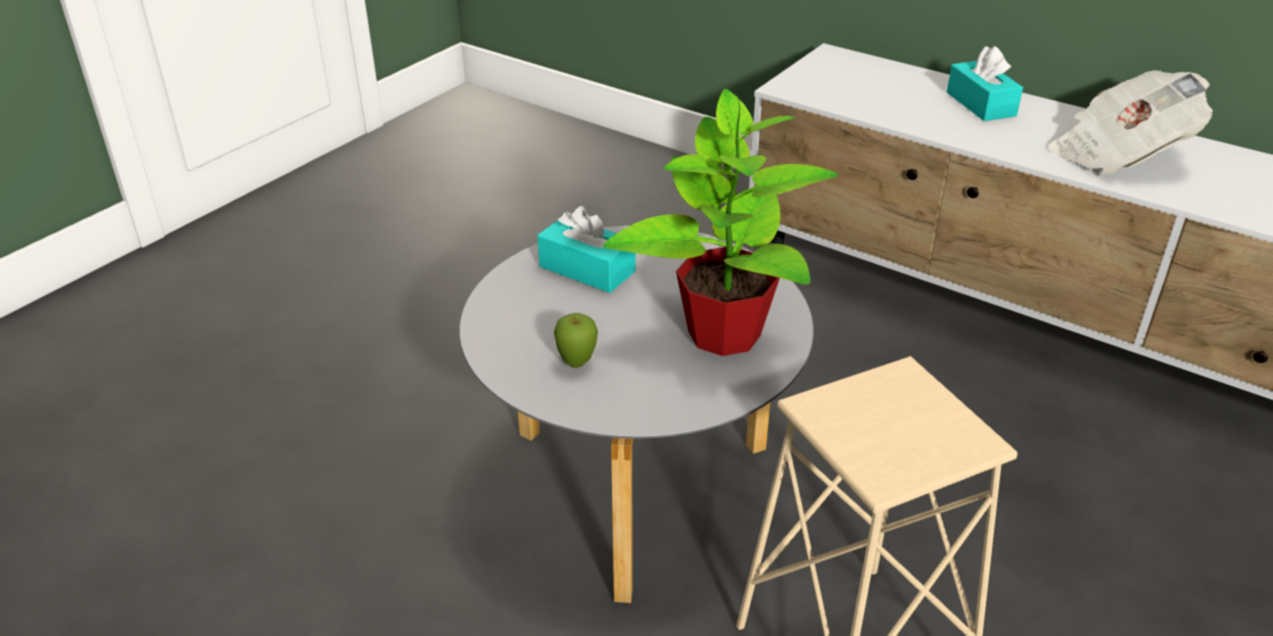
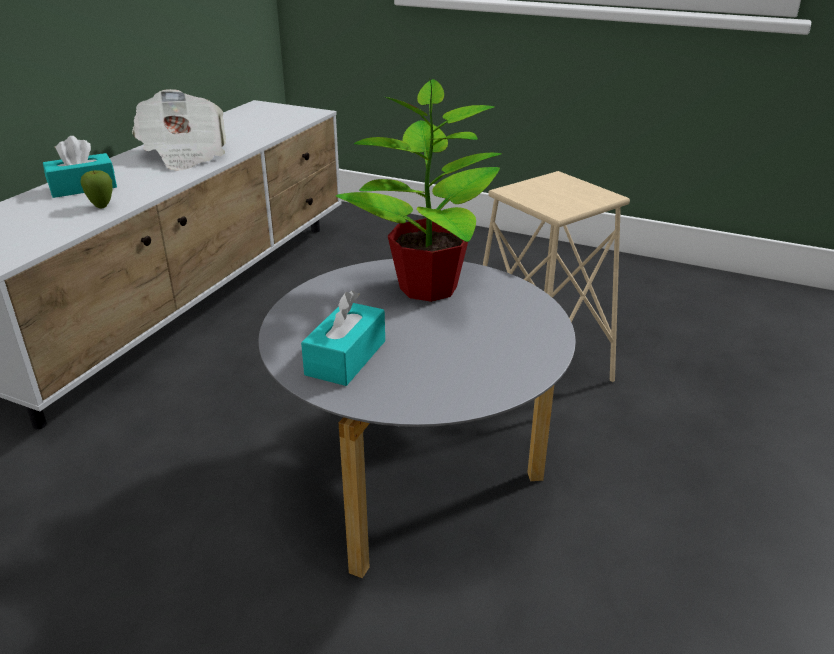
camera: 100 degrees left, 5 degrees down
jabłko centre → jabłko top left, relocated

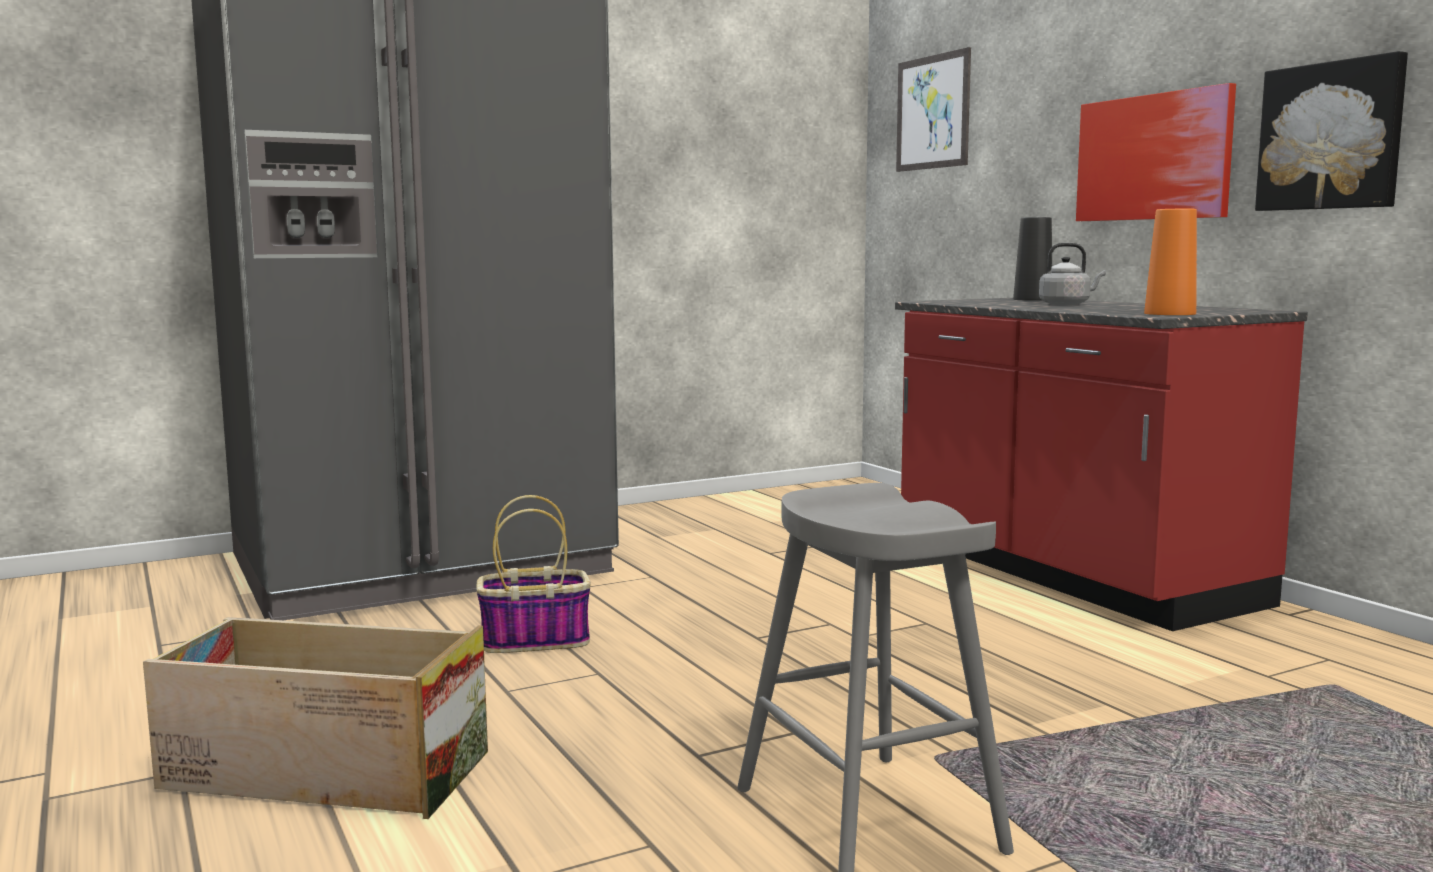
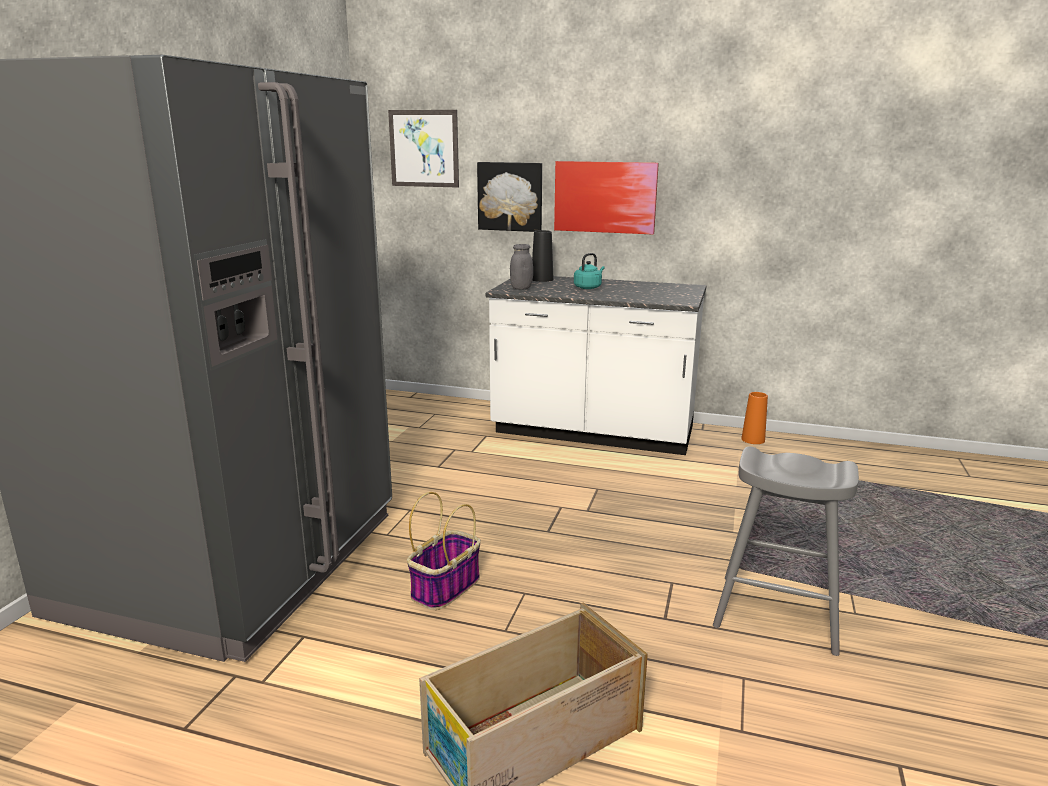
camera: 45 degrees left, 10 degrees up
obraz (no. 3 from left in the first image) top right → obraz (no. 2 from left) top centre, relocated
zabudowa kuchenna [czerwony] middle right → zabudowa kuchenna [biały] centre
- → słoik [szary] centre
czajnik [szary] top right → czajnik [turkusowy] centre
wazon [pomarańczowy] top right → wazon [pomarańczowy] middle right, relocated

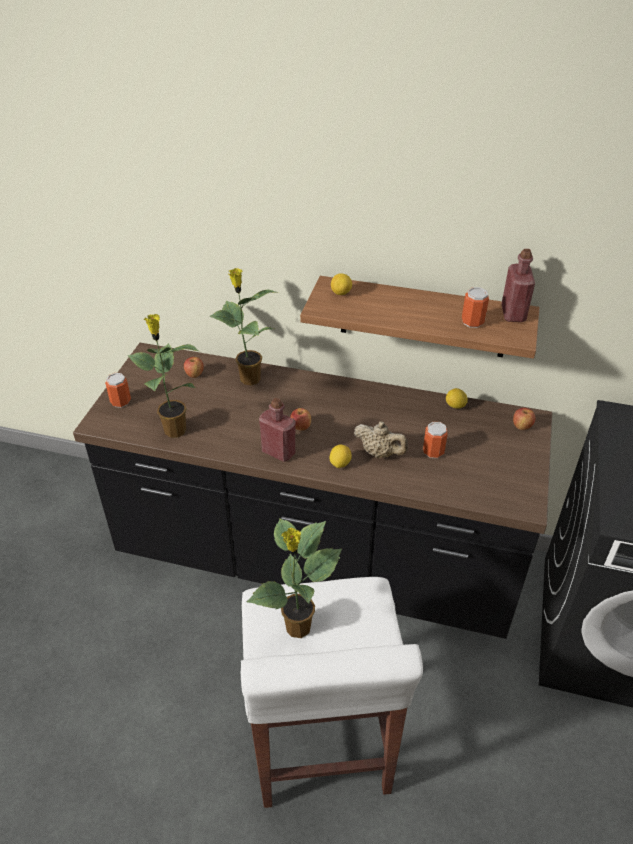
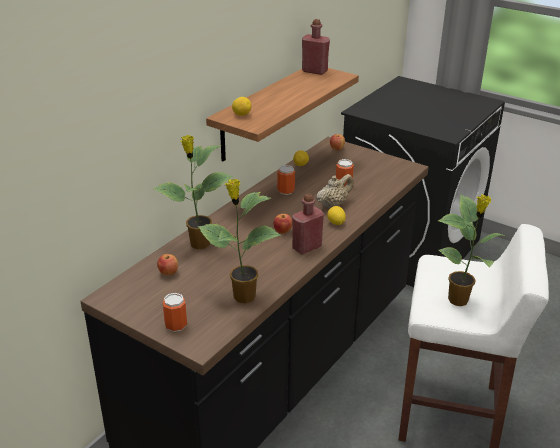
camera: 70 degrees left, 10 degrees down
puszka (no. 3 from left in the first image) middle right → puszka (no. 2 from left) centre, relocated

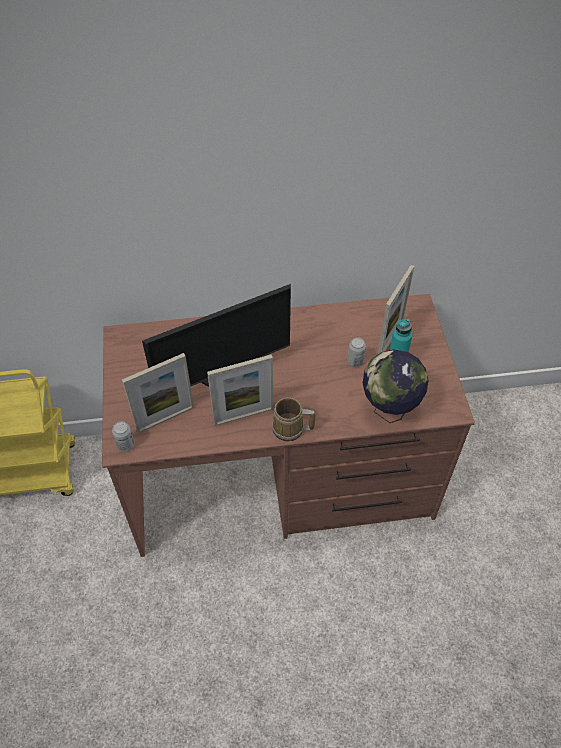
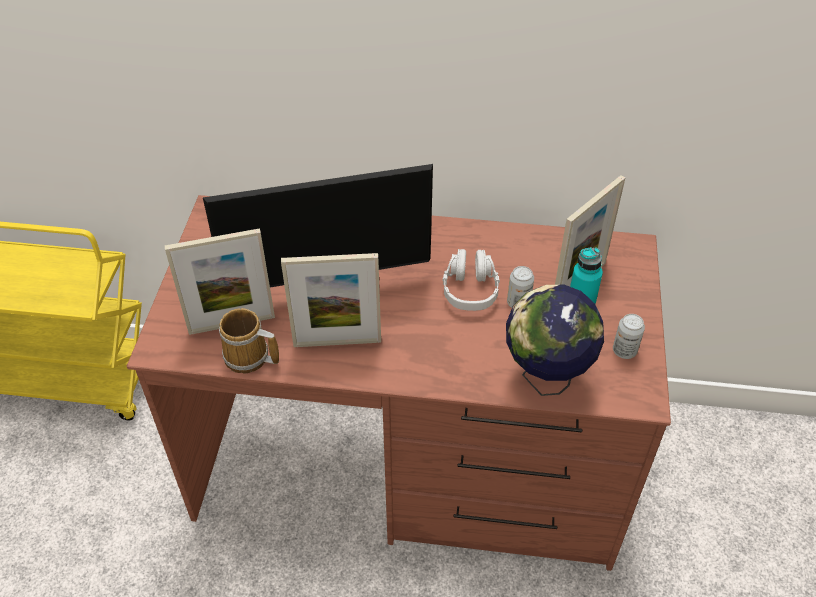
camera: 15 degrees right, 5 degrees down
kubek centre → kubek middle left, relocated
- → słuchawki [szary] centre
puszka (no. 1 from left in the first image) middle left → puszka (no. 2 from left) middle right, relocated

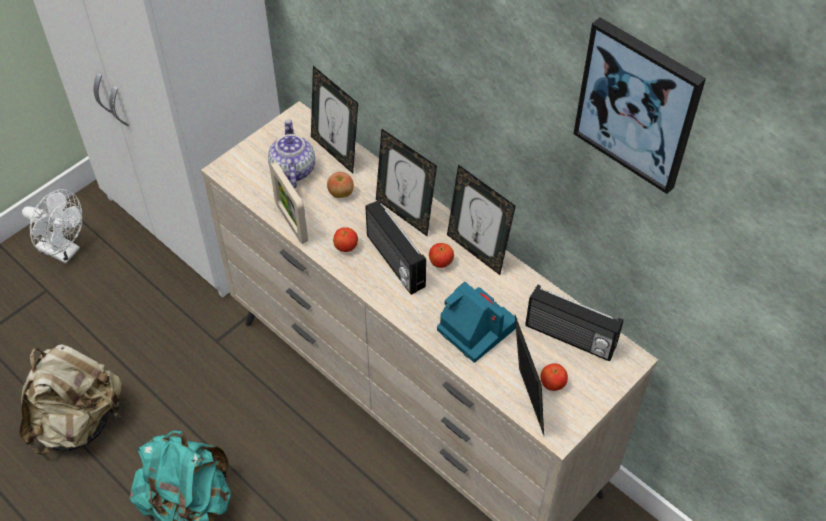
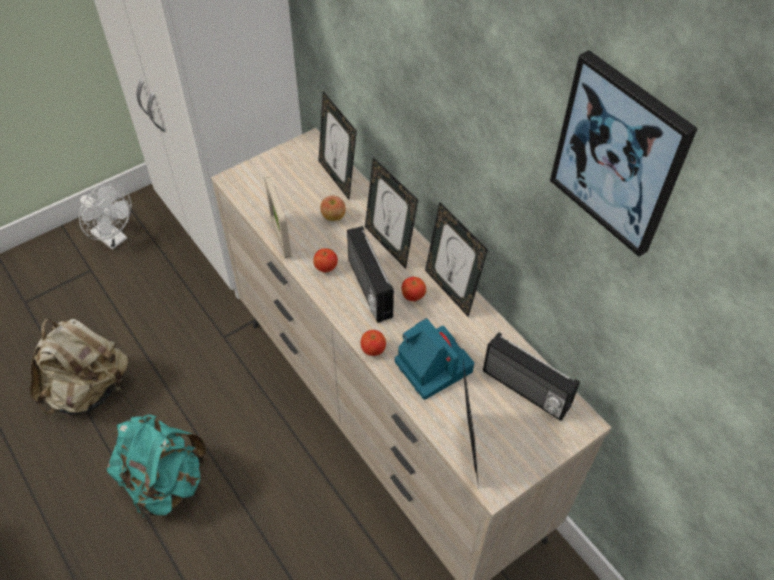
camera: 10 degrees right, 0 degrees up
jabłko (no. 4 from left in the first image) bottom right → jabłko (no. 3 from left) centre, relocated
imbryk top centre → -

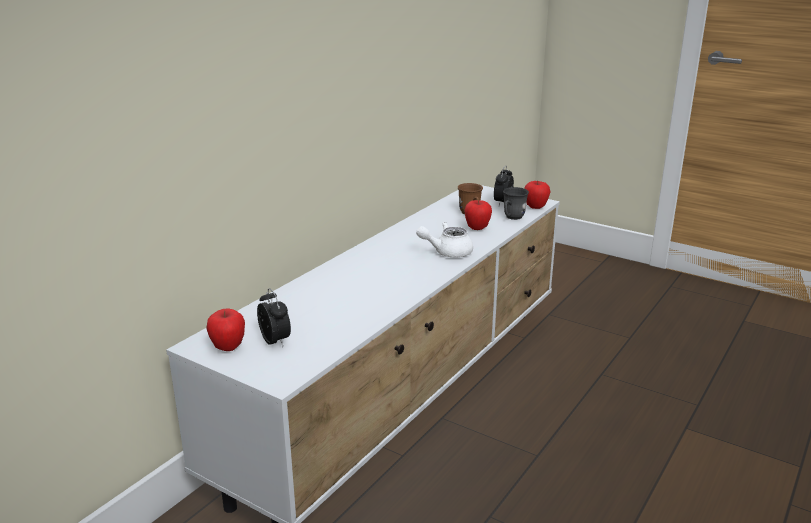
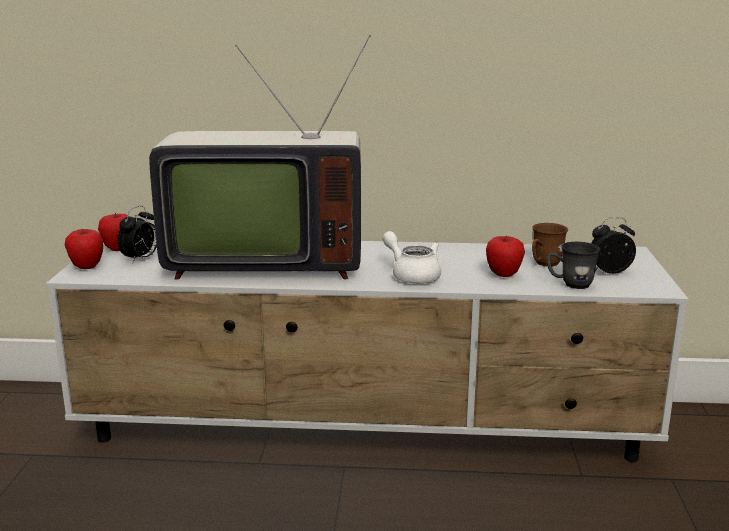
camera: 60 degrees right, 5 degrees down
jabłko (no. 3 from left in the first image) centre → jabłko (no. 1 from left) middle left, relocated
- → telewizor top centre

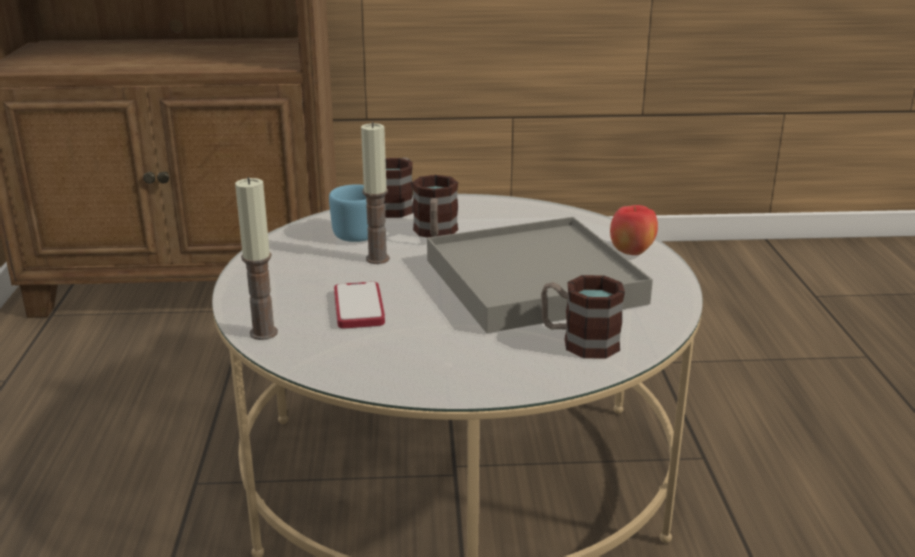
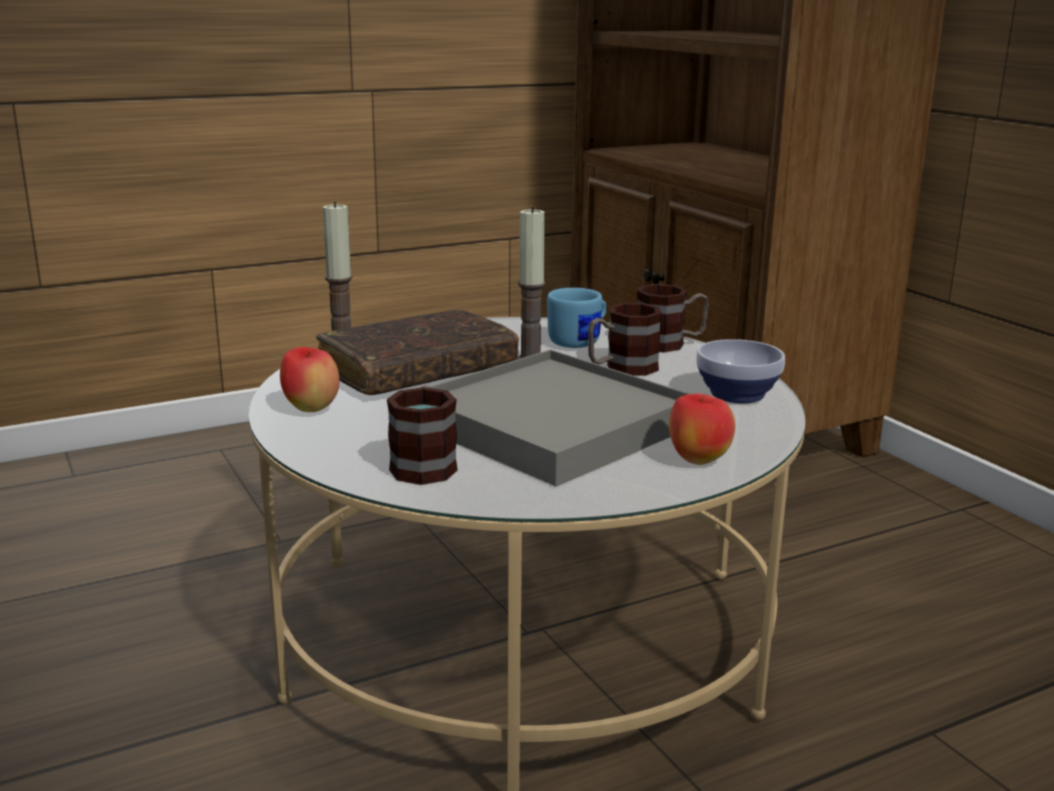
camera: 65 degrees right, 5 degrees down
- → jabłko (no. 1 from left) middle left
telefon centre → książka [brązowy] centre
- → miska middle right

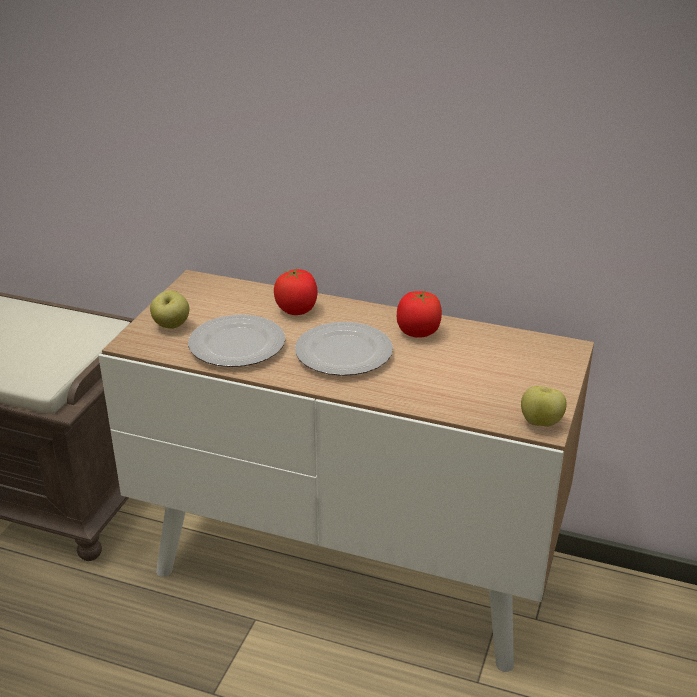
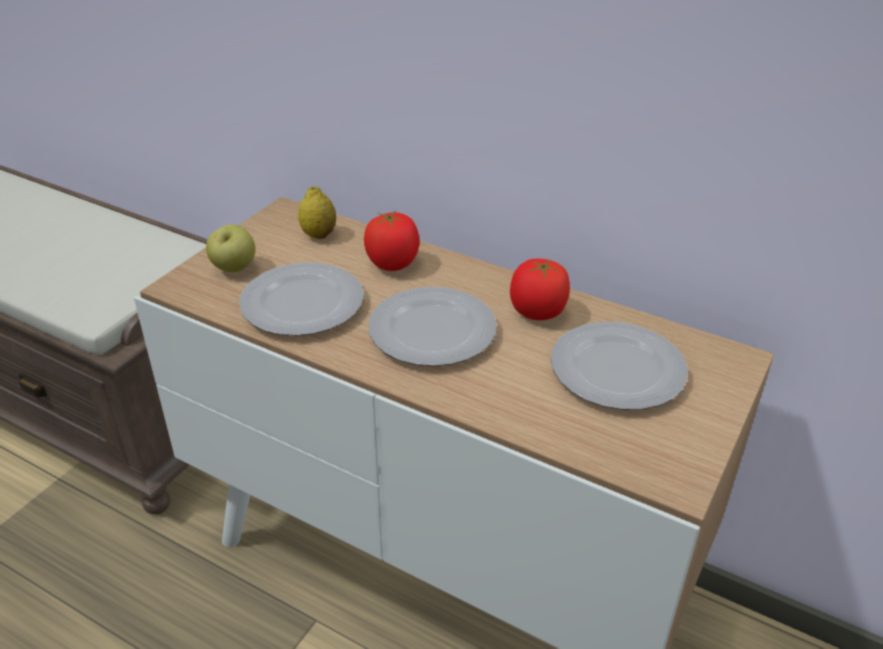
camera: 10 degrees right, 5 degrees up
- → cytryna top centre
- → talerz (no. 3 from left) middle right
jabłko (no. 2 from left) middle right → -

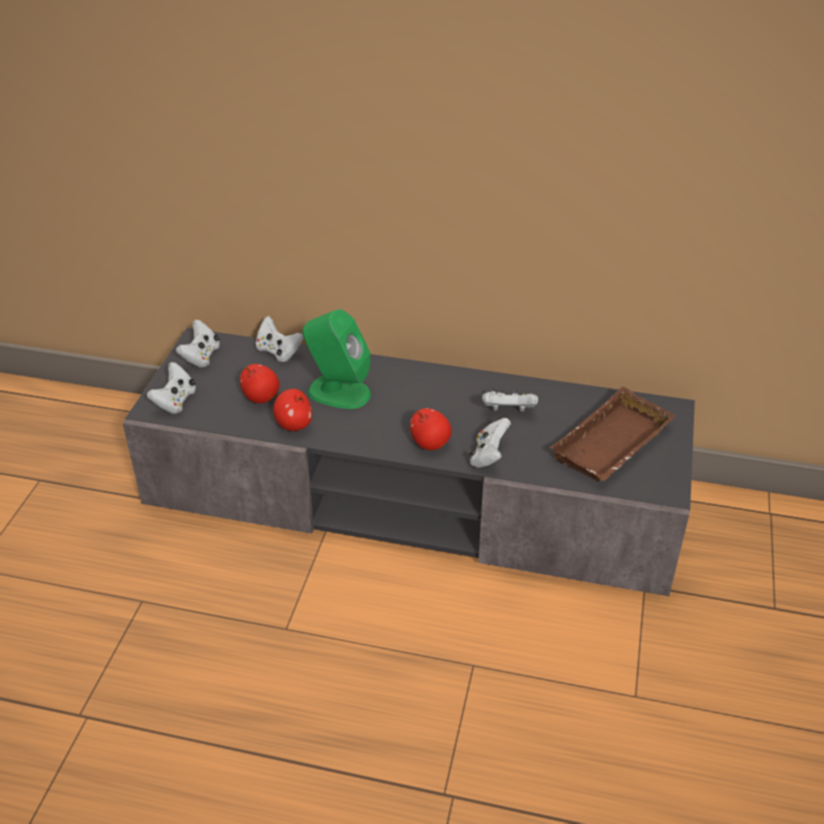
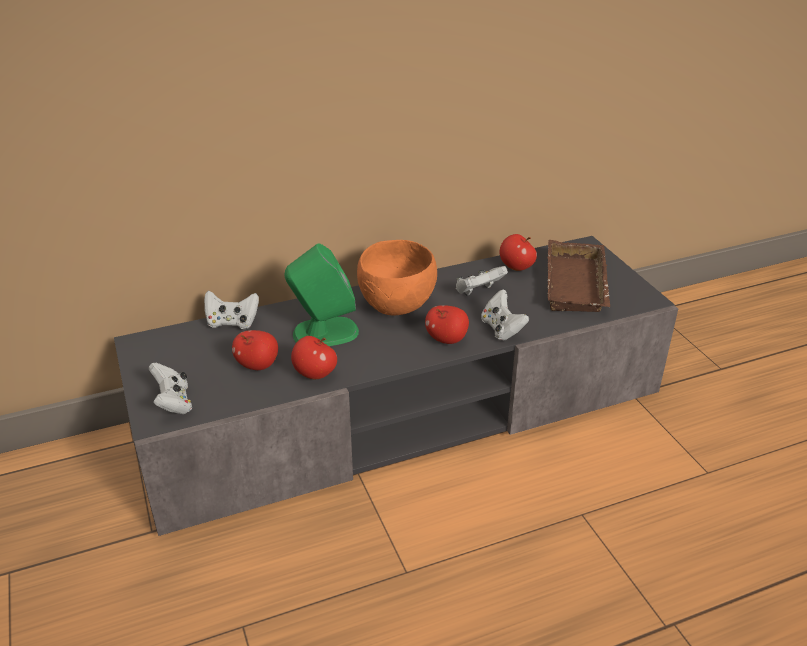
camera: 35 degrees left, 5 degrees down
- → miska [pomarańczowy] centre
- → jabłko (no. 4 from left) centre
pad do gier [biały] (no. 2 from left) middle left → -

